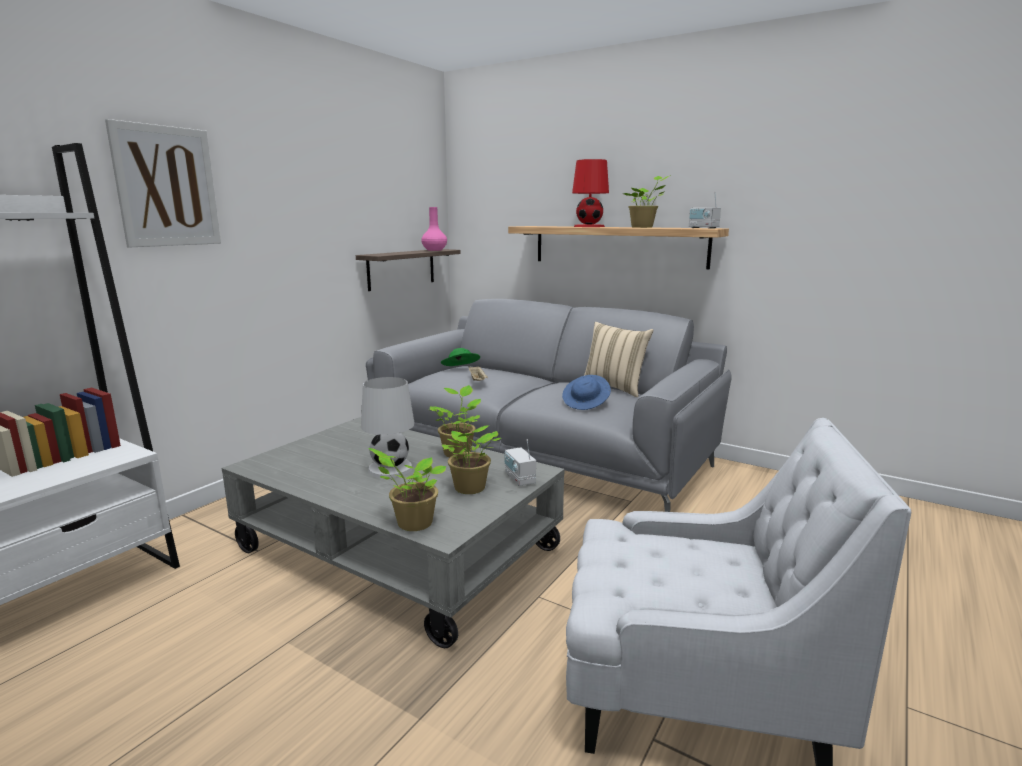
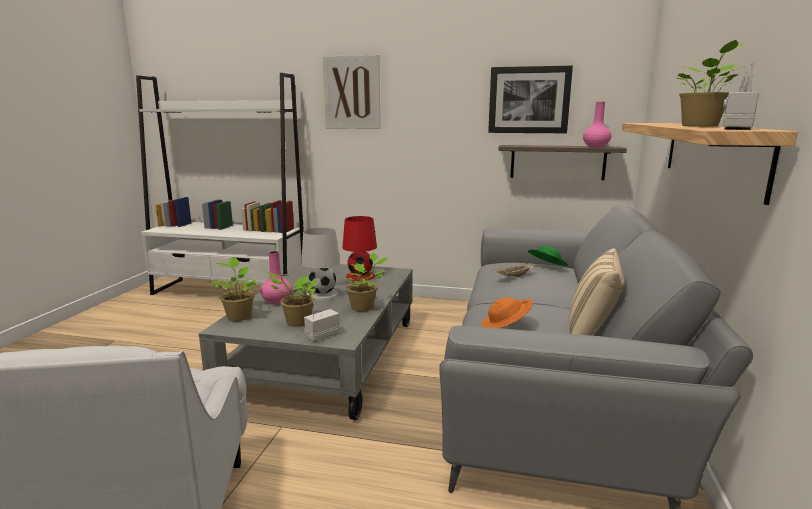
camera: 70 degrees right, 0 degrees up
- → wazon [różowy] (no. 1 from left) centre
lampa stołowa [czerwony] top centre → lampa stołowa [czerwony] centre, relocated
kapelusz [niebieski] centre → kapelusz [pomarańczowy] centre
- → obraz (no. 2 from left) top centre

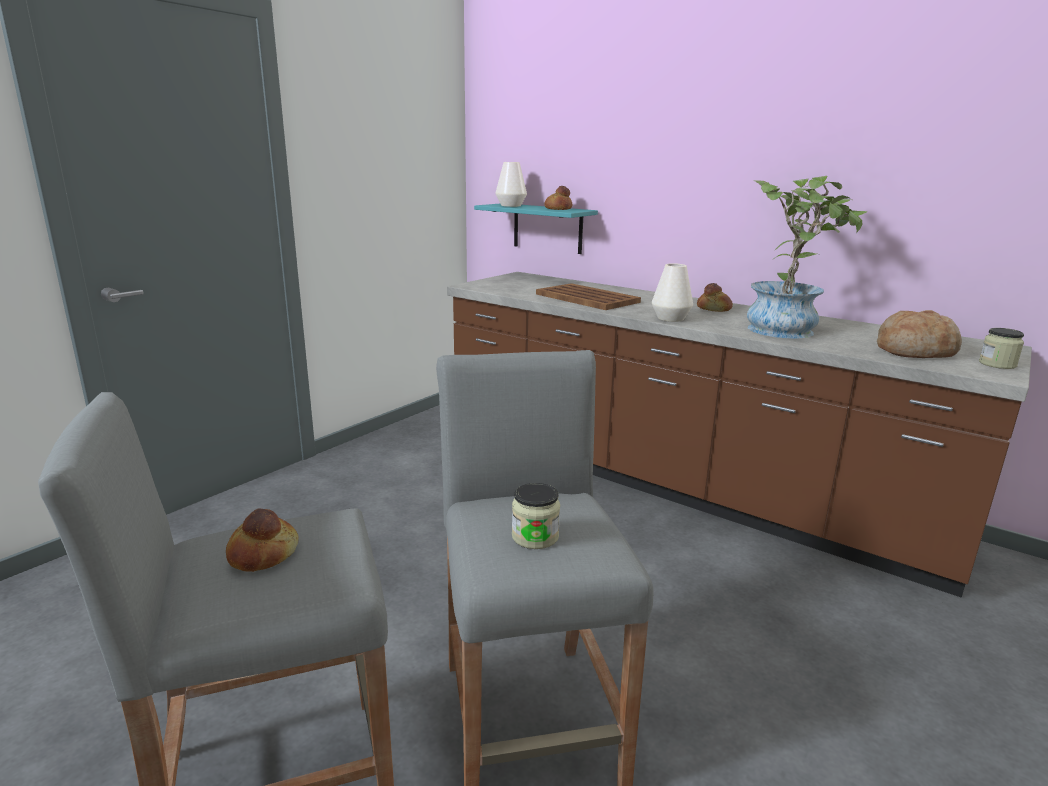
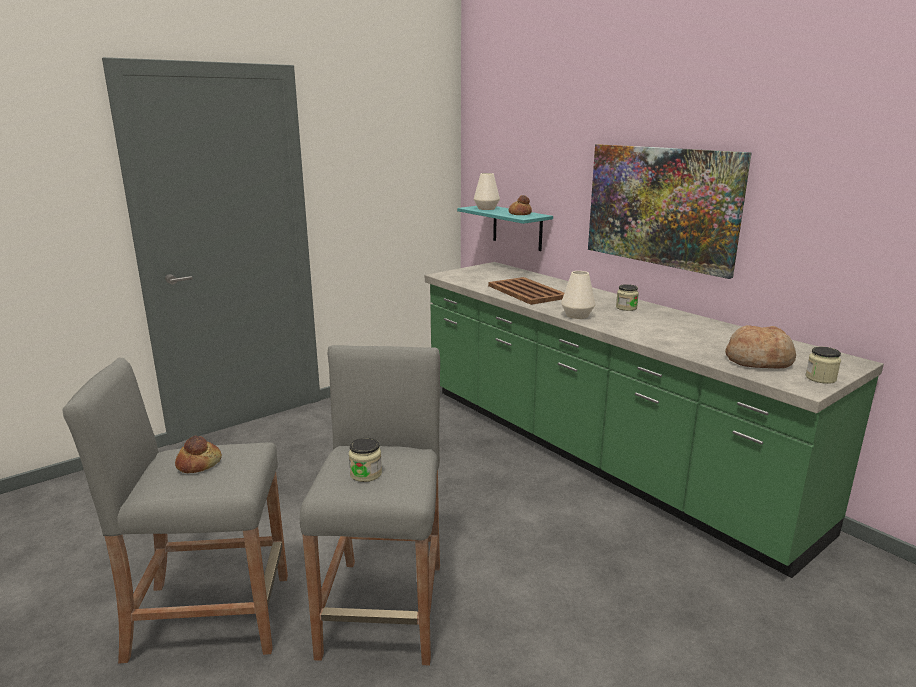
camera: 15 degrees right, 0 degrees up
zabudowa kuchenna [brązowy] middle right → zabudowa kuchenna [zielony] middle right
- → obraz top right
chleb (no. 3 from left) middle right → słoik (no. 2 from left) middle right
roślina doniczkowa top right → -

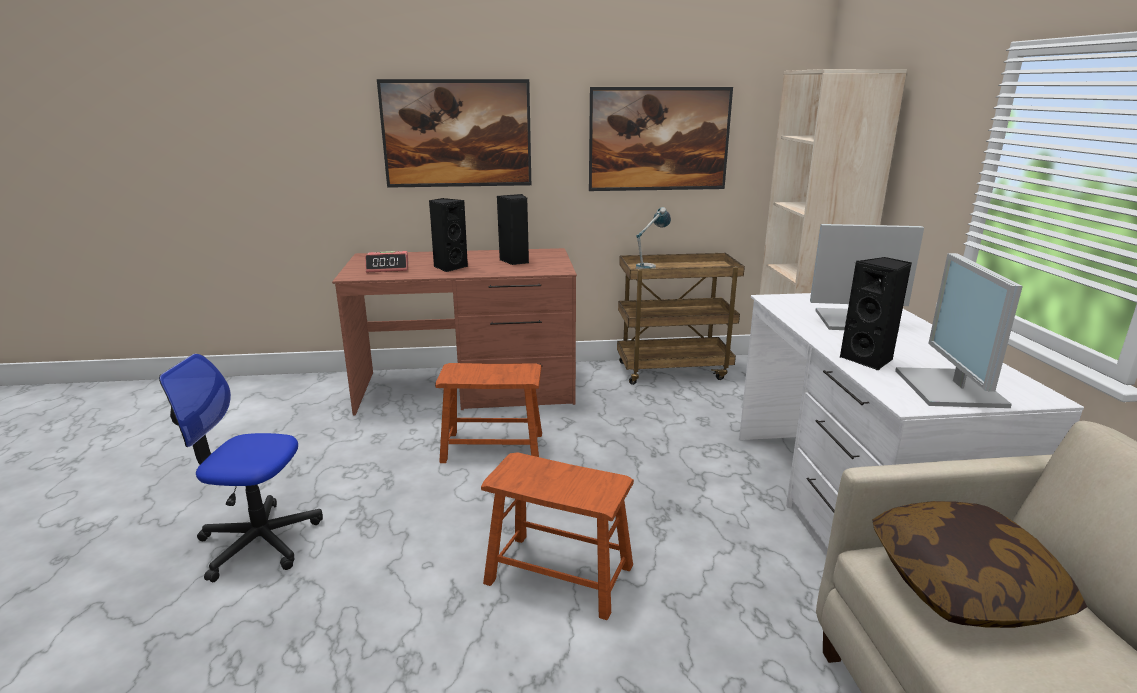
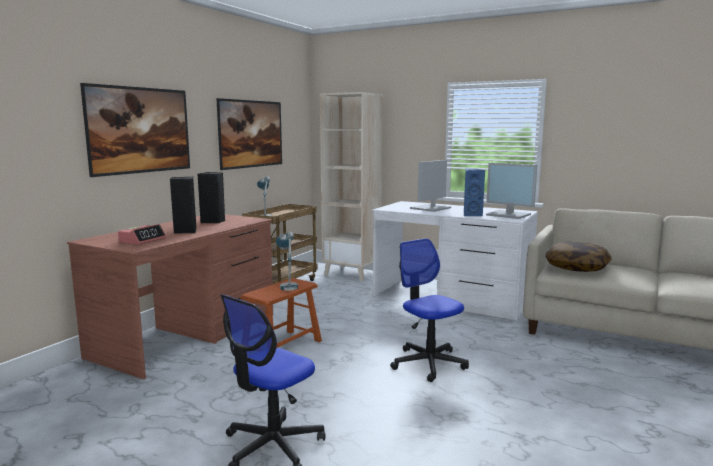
camera: 55 degrees left, 10 degrees down
- → lampa stołowa (no. 2 from left) centre
stołek [brązowy] (no. 2 from left) bottom centre → krzesło biurowe (no. 2 from left) centre
głośnik [czarny] (no. 3 from left) middle right → głośnik [niebieski] centre

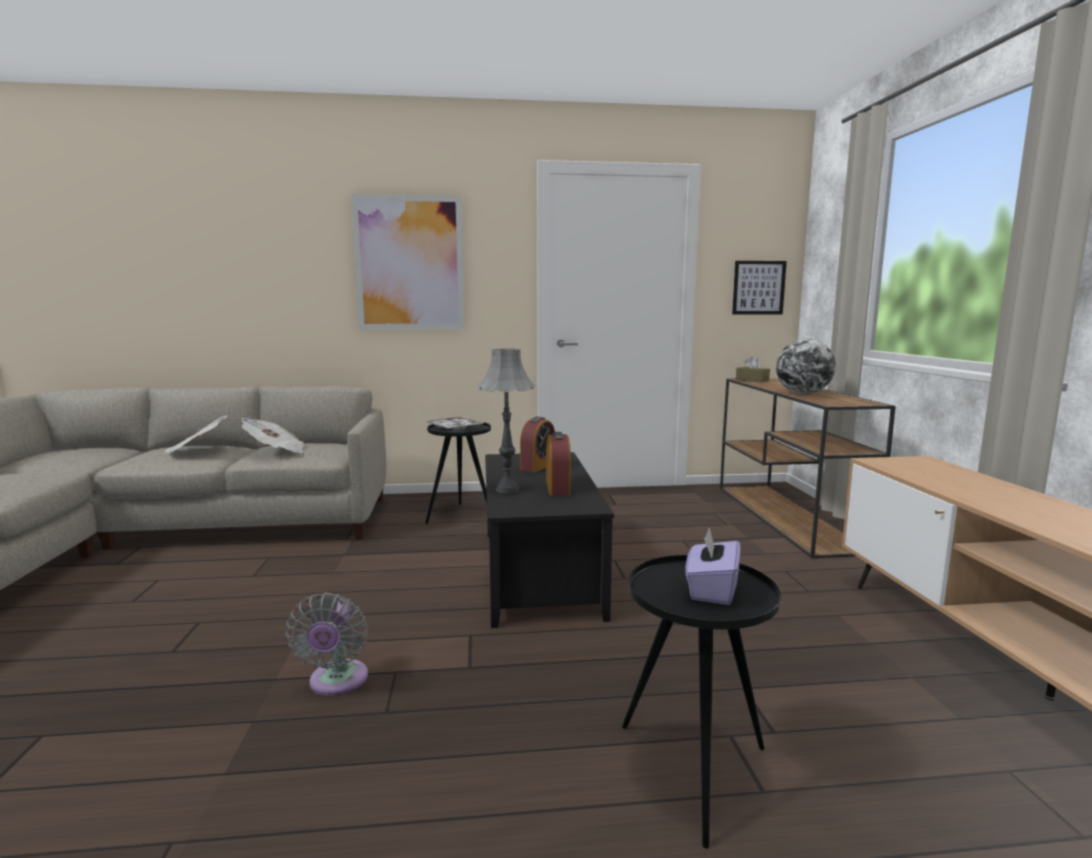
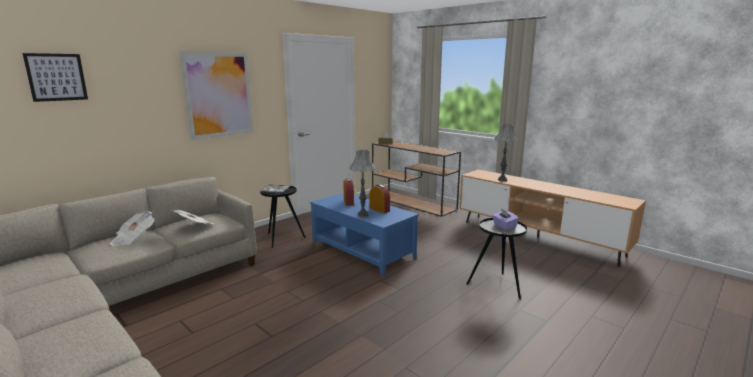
camera: 40 degrees left, 5 degrees up
obraz (no. 2 from left in the first image) middle right → obraz (no. 1 from left) top left, relocated
ława [czarny] centre → ława [niebieski] centre
- → lampa stołowa [szary] (no. 2 from left) middle right
wentylator [szary] bottom left → -
globus middle right → -

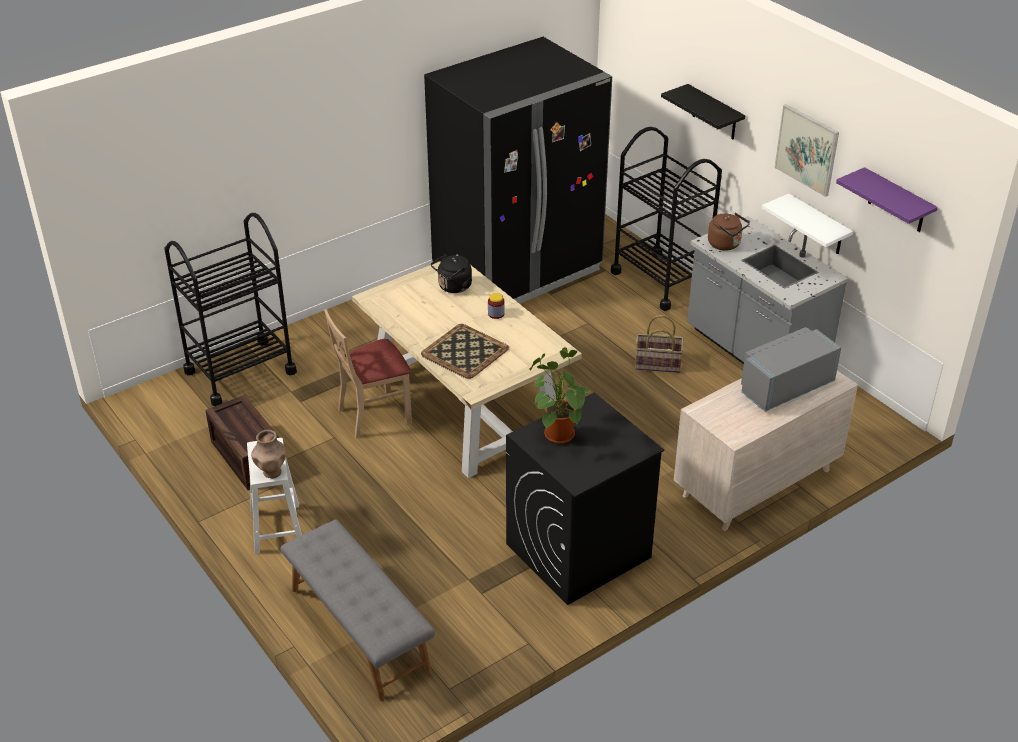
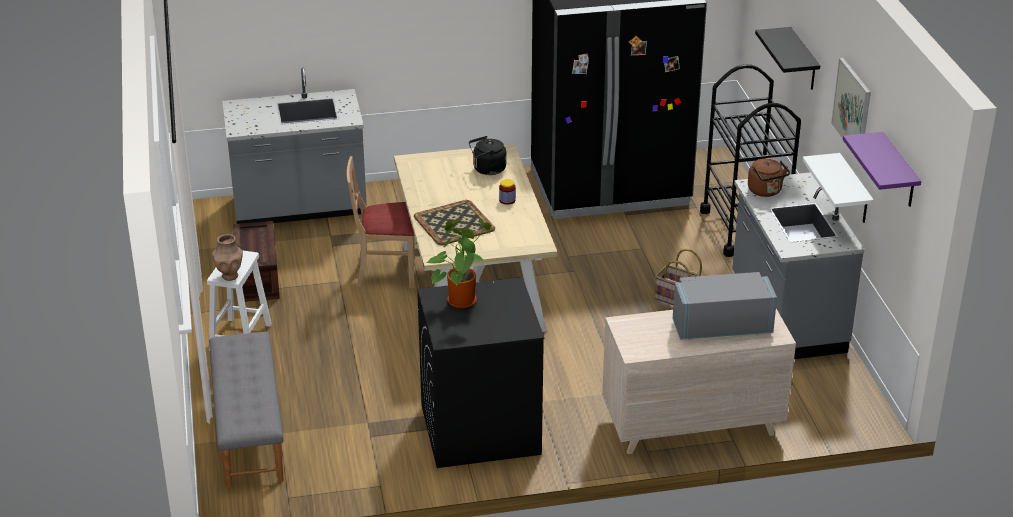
camera: 25 degrees right, 5 degrees down
wózek [czarny] (no. 1 from left) middle left → zabudowa kuchenna [szary] (no. 1 from left) top left

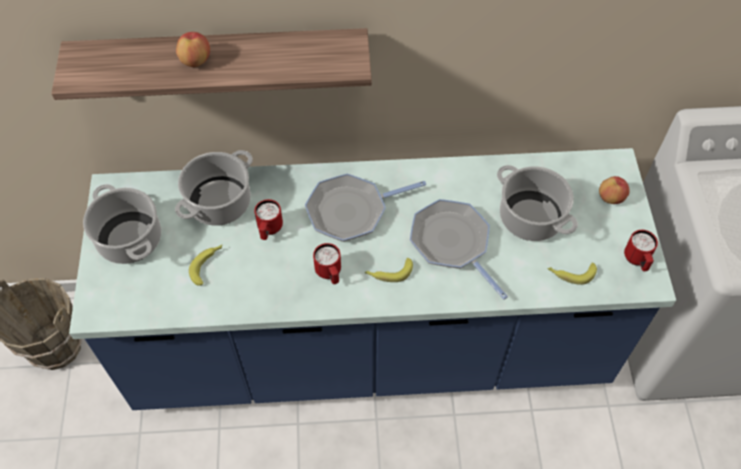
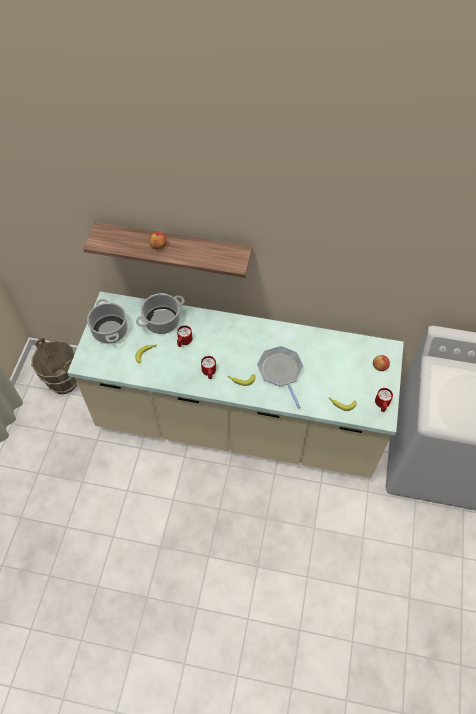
camera: 15 degrees right, 0 degrees up
zabudowa kuchenna [niebieski] centre → zabudowa kuchenna [beżowy] centre
patelnia (no. 1 from left) centre → -
garnek (no. 3 from left) middle right → -

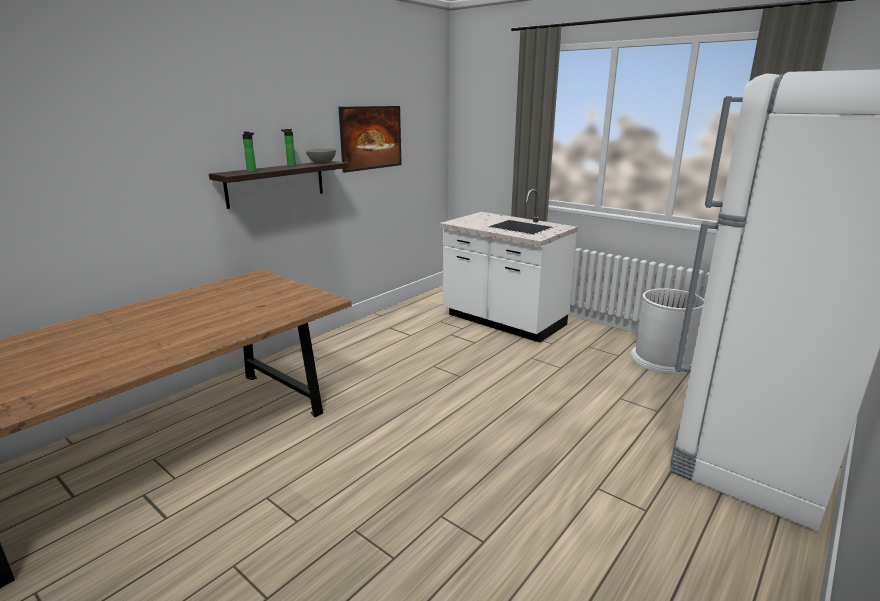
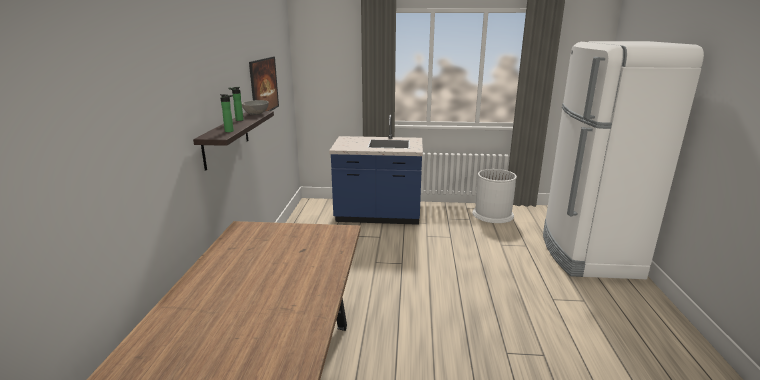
camera: 35 degrees left, 0 degrees up
zabudowa kuchenna [biały] centre → zabudowa kuchenna [niebieski] centre

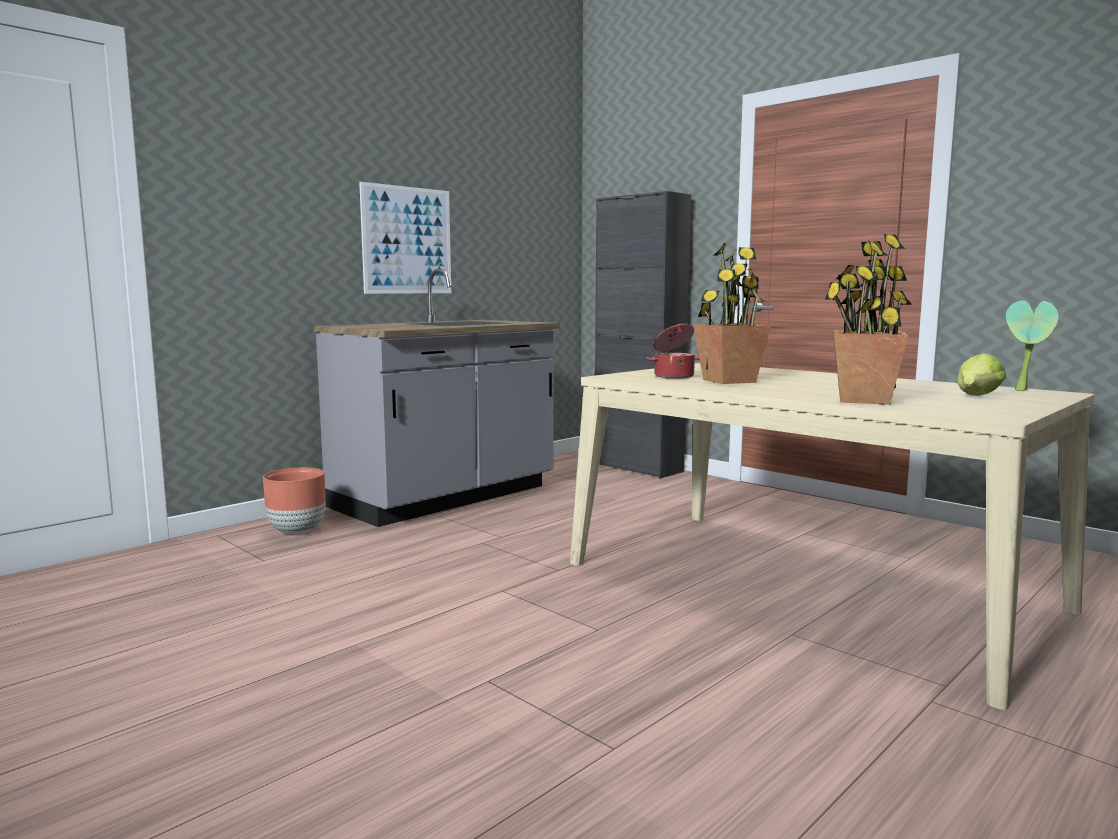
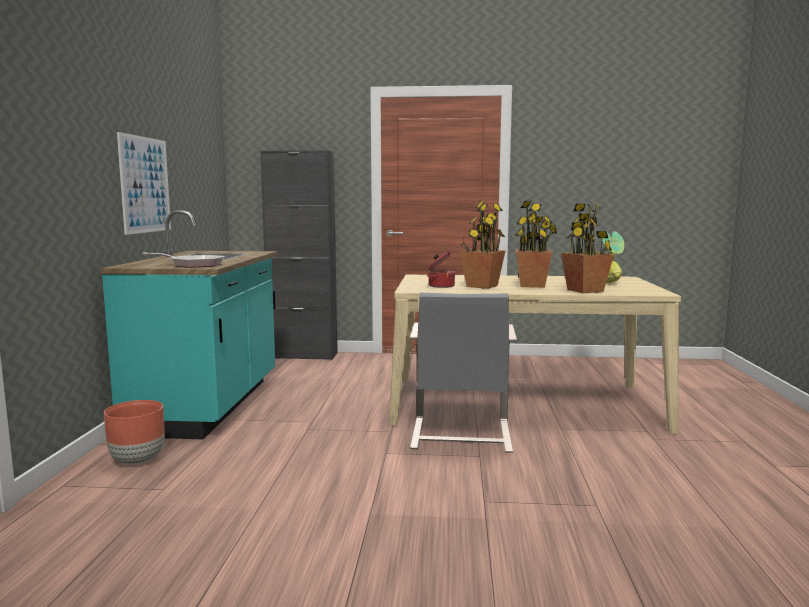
camera: 40 degrees left, 0 degrees up
zabudowa kuchenna [szary] centre → zabudowa kuchenna [turkusowy] middle left
- → patelnia middle left
- → krzesło [szary] centre
- → roślina doniczkowa (no. 2 from left) centre

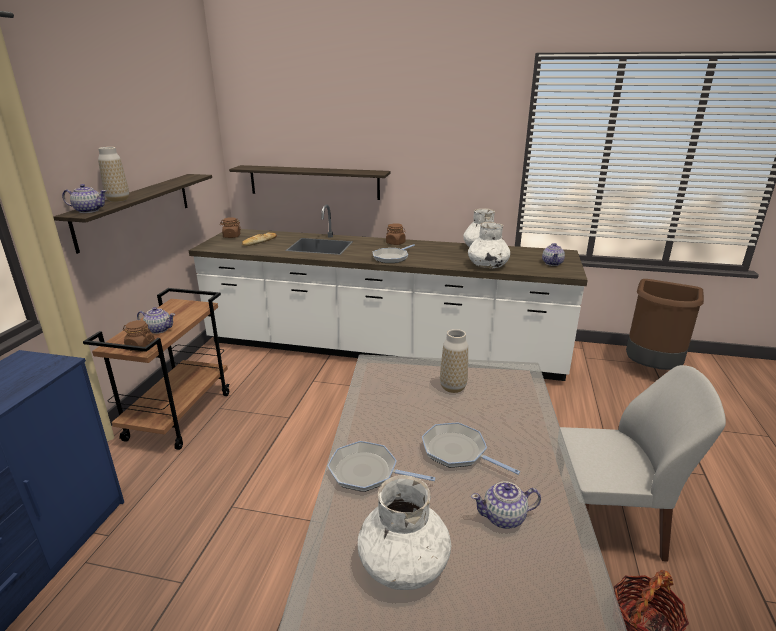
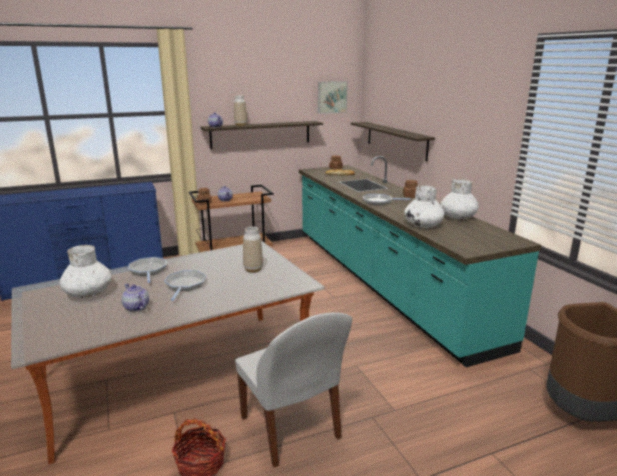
camera: 55 degrees right, 5 degrees down
zabudowa kuchenna [biały] centre → zabudowa kuchenna [turkusowy] middle right
- → obraz top centre
imbryk (no. 4 from left) middle right → -

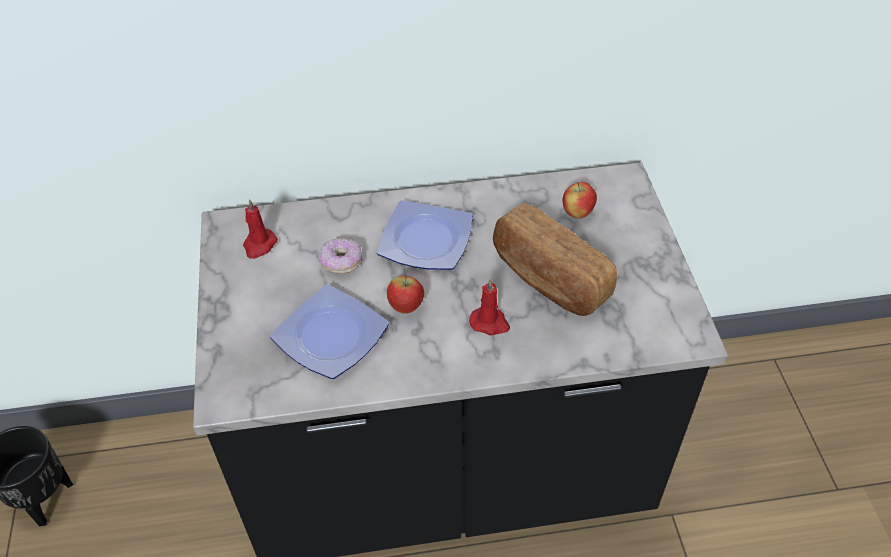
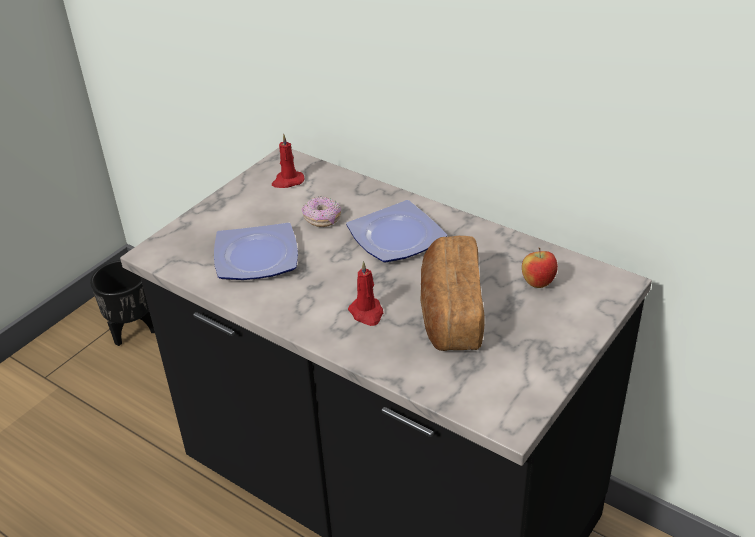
camera: 45 degrees right, 10 degrees down
jabłko (no. 1 from left) centre → -

